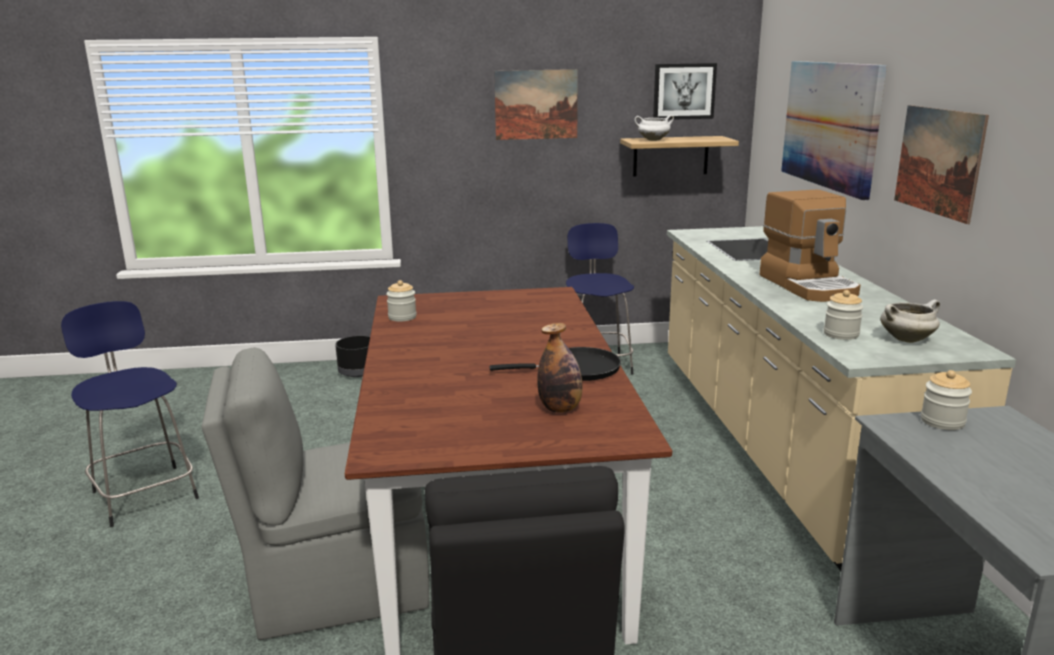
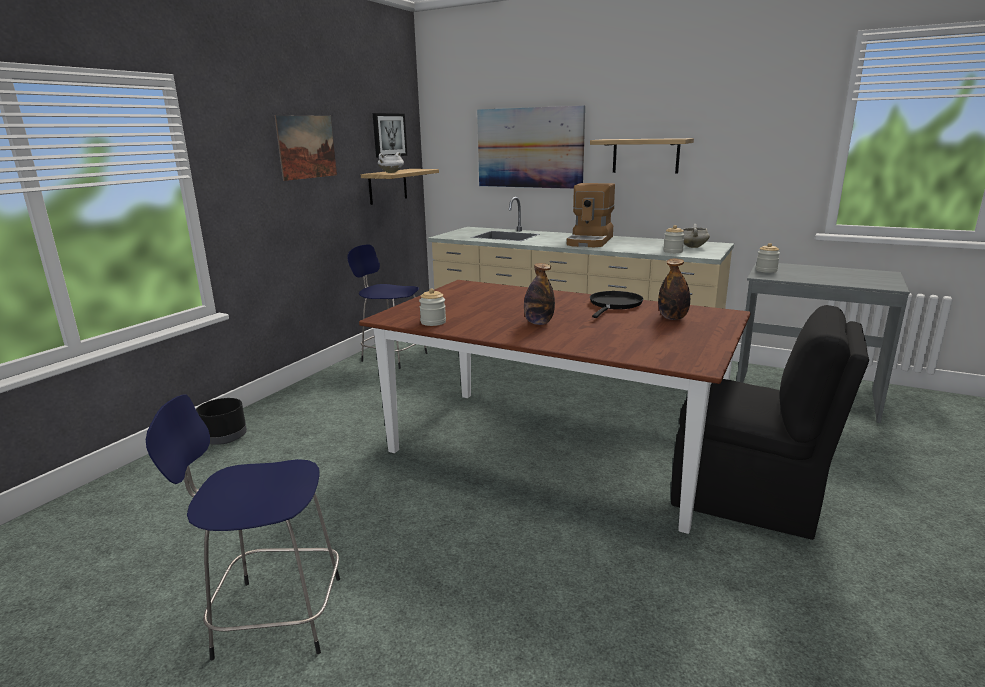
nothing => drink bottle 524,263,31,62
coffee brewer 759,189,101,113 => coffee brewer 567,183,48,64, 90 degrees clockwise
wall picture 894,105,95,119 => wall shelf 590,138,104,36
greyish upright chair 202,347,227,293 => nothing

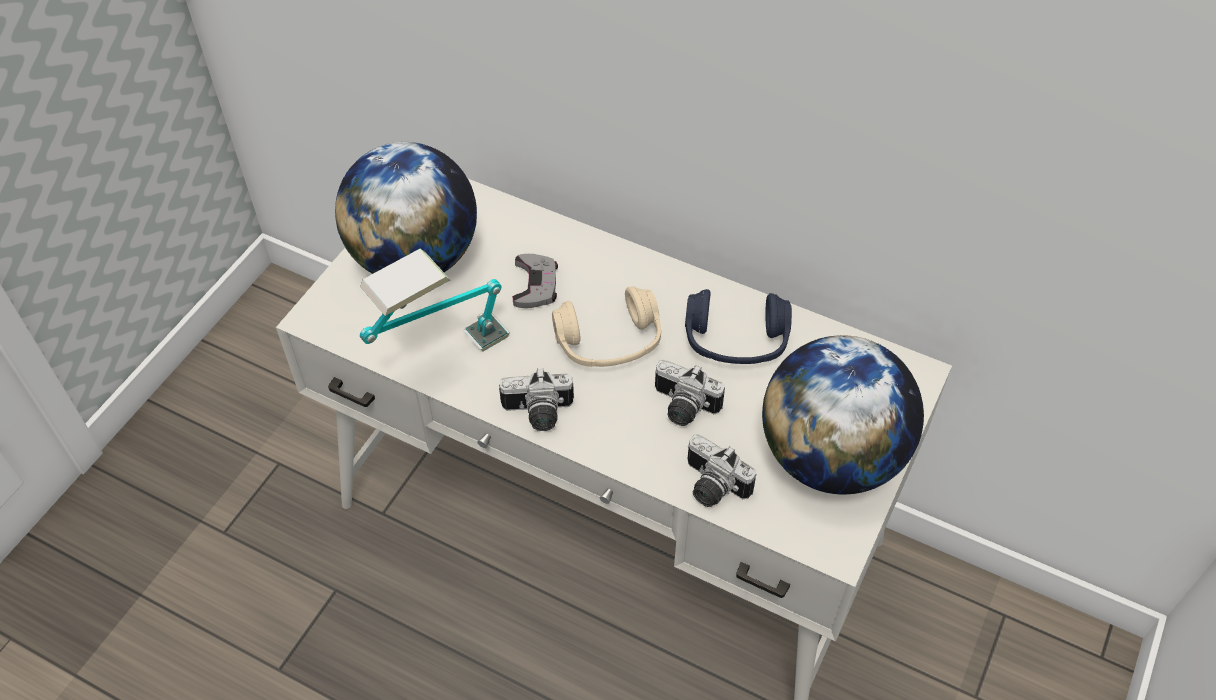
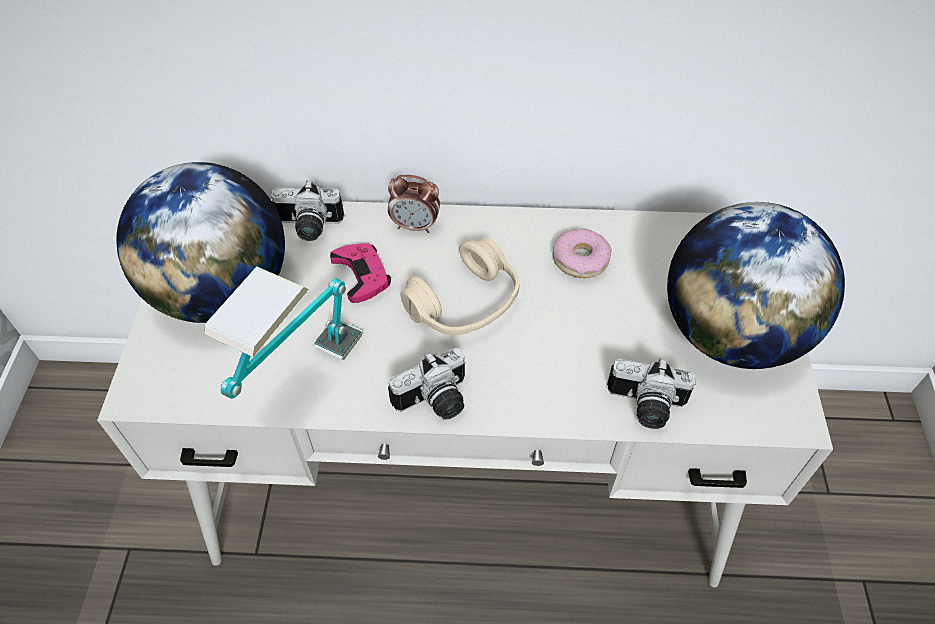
still camera 655,359,70,67 => still camera 271,180,73,61, relocated
greyish joypad 512,254,46,54 => pink-coloured joypad 330,243,61,60
nothing => alarm clock 388,175,52,58
blue headphones 685,289,107,75 => doughnut 553,228,59,50

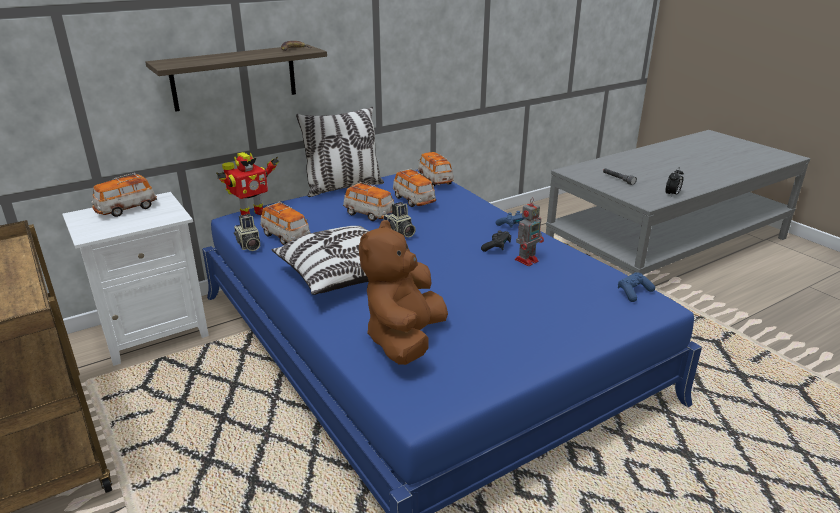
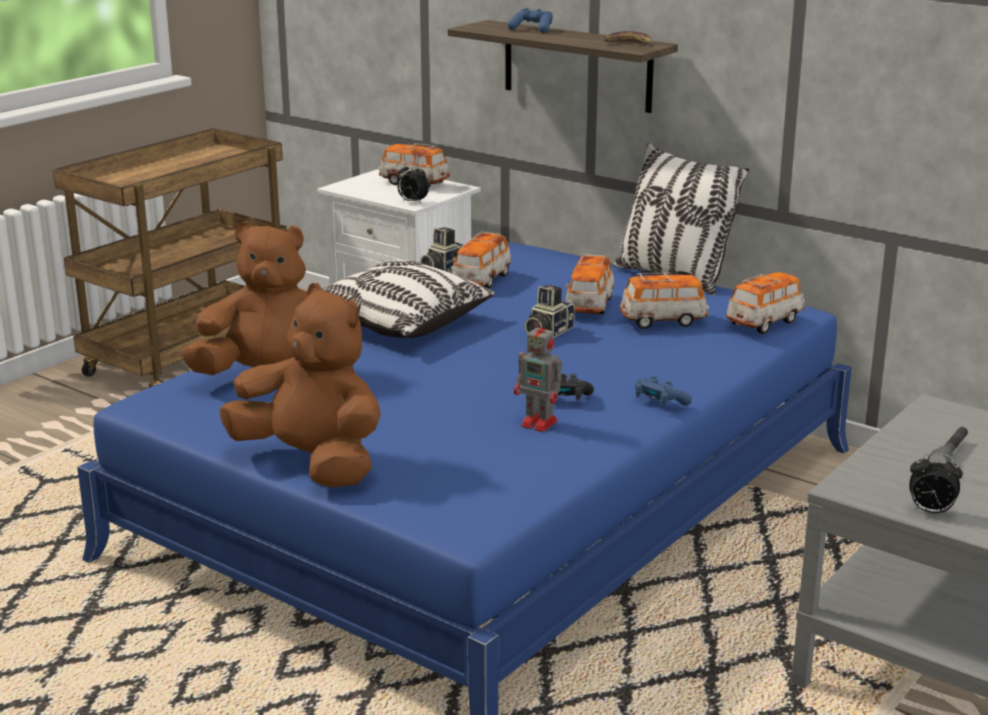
nothing => brownish soft toy 220,283,161,205
nothing => alarm clock 397,162,32,42
blue joypad 618,273,37,29 => blue joypad 507,8,46,25, relocated
toy car 393,168,43,39 => toy car 620,273,89,56, 135 degrees counterclockwise
model robot 216,152,63,63 => nothing

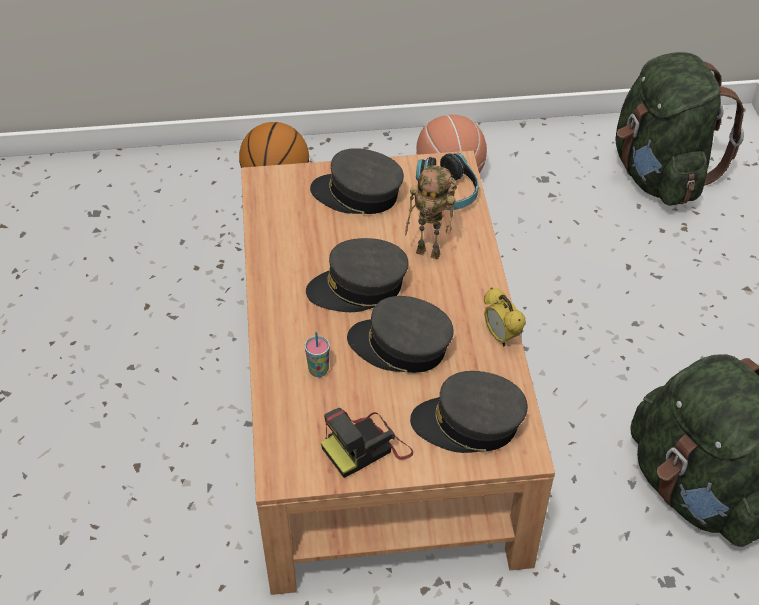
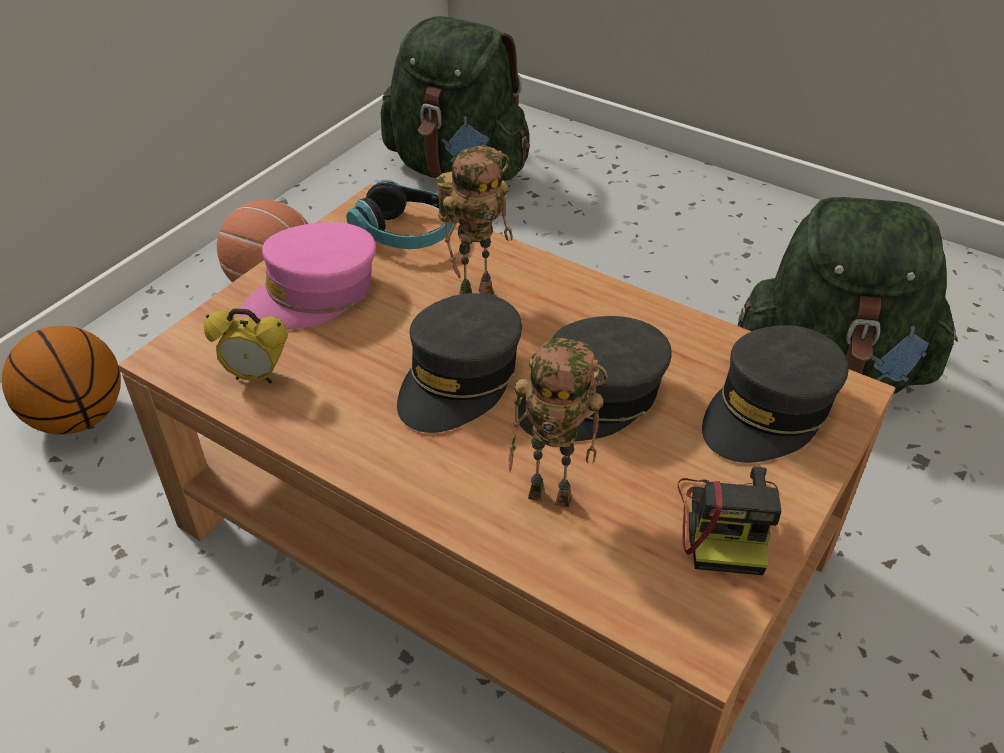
alarm clock 484,287,42,60 => alarm clock 204,308,84,76, relocated
greyish cap 310,148,94,66 => pink-coloured cap 239,222,137,108
cup 305,331,25,46 => model robot 508,338,100,170

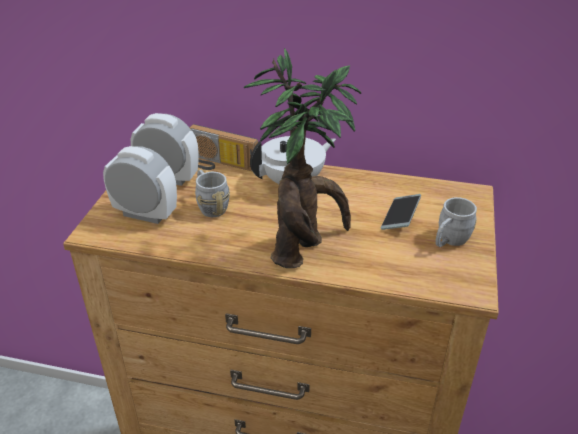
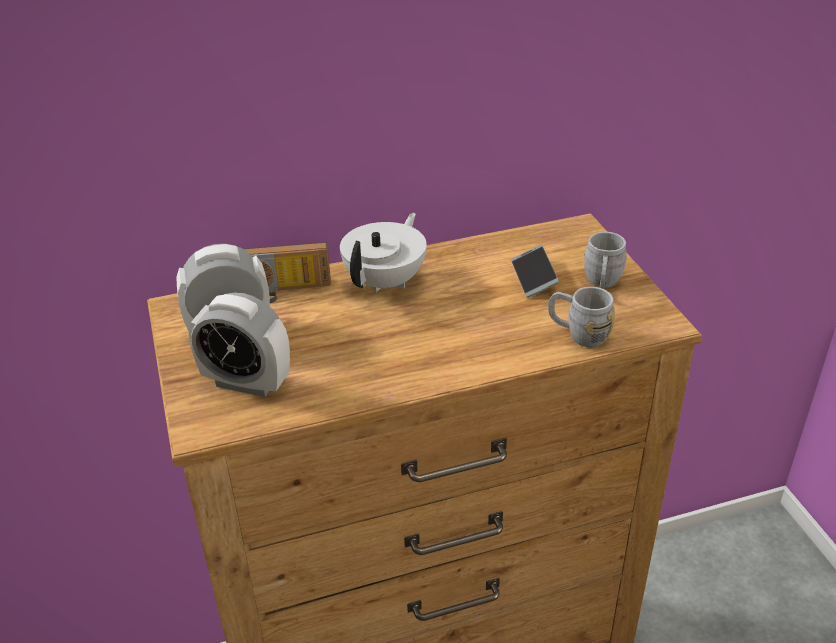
alarm clock 103,146,74,78 => alarm clock 189,292,101,105, 150 degrees counterclockwise
greyish mug 195,170,35,47 => greyish mug 548,287,67,60, relocated
houseplant 244,48,117,220 => nothing

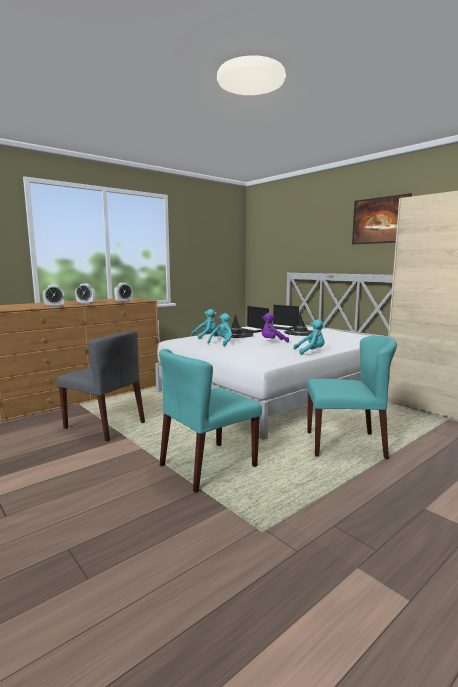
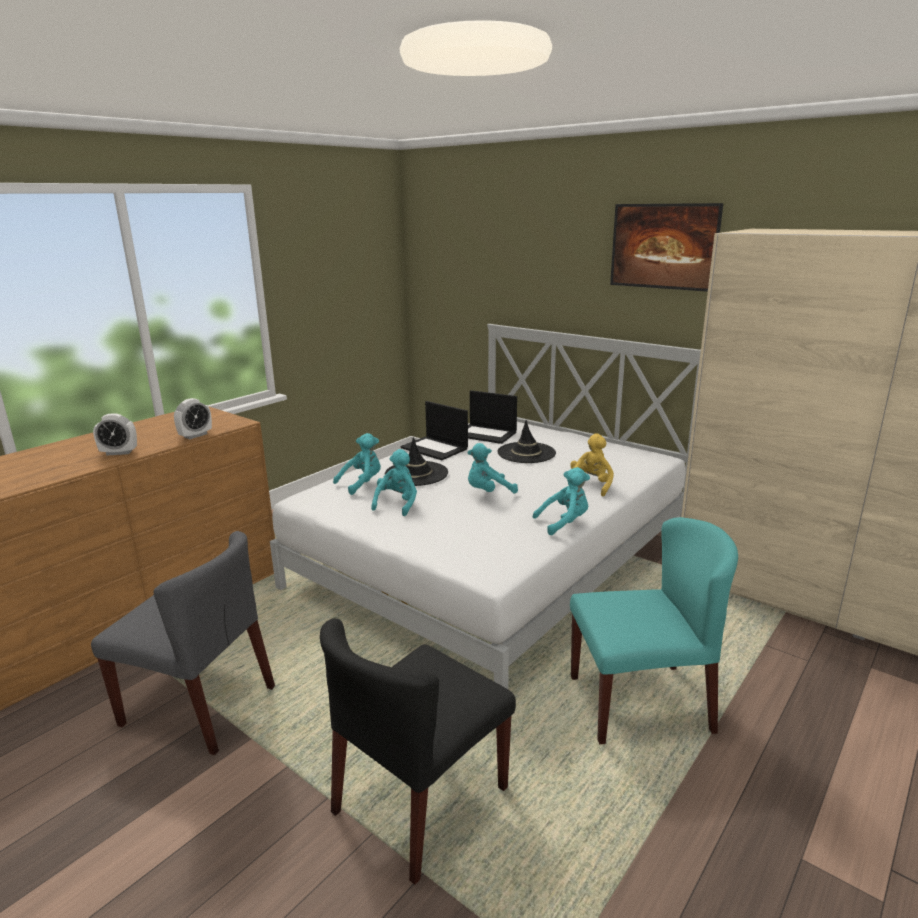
turquoise-coloured upright chair 159,349,103,144 => black upright chair 320,618,196,267
purple soft toy 262,313,27,29 => turquoise-coloured soft toy 468,443,50,51
nothing => yellow-coloured soft toy 570,433,44,63
alarm clock 43,285,21,22 => nothing

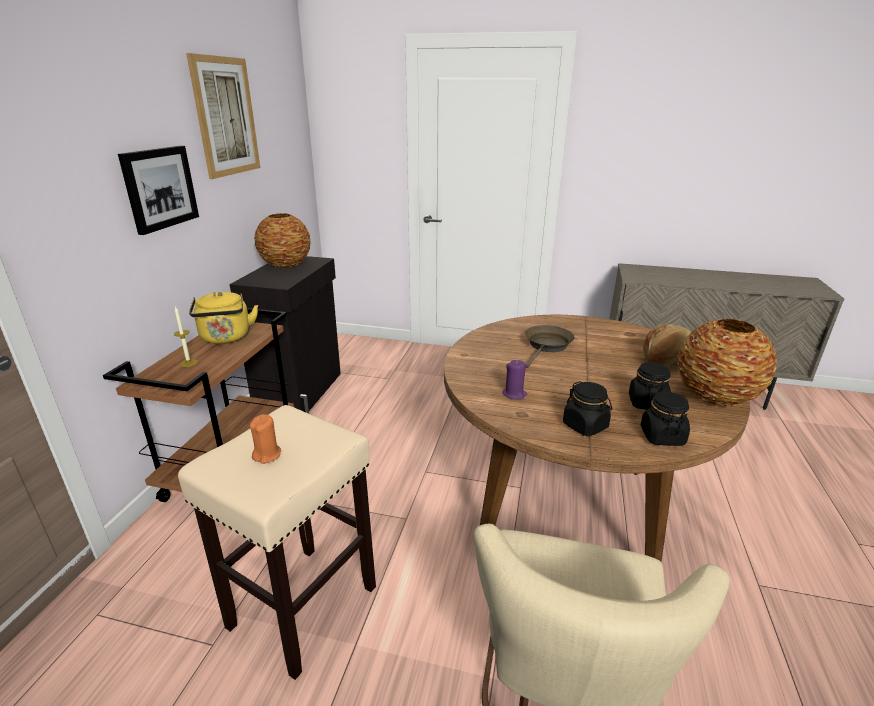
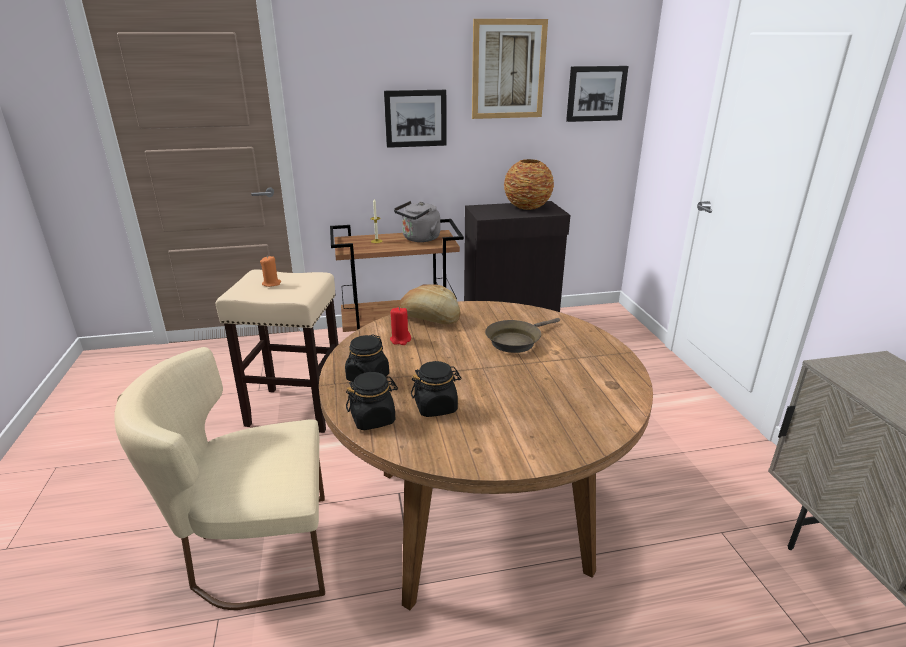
purple candle 502,360,25,40 => reddish candle 390,307,21,38
yellow-coloured tea kettle 189,292,69,52 => greyish tea kettle 394,201,46,41
bread 643,324,48,42 => bread 399,284,62,40, relocated
brownish skillet 525,325,50,43 => brownish skillet 485,318,75,35, 135 degrees clockwise
nothing => wall picture 566,66,62,56
decorative vase 677,318,100,88 => nothing

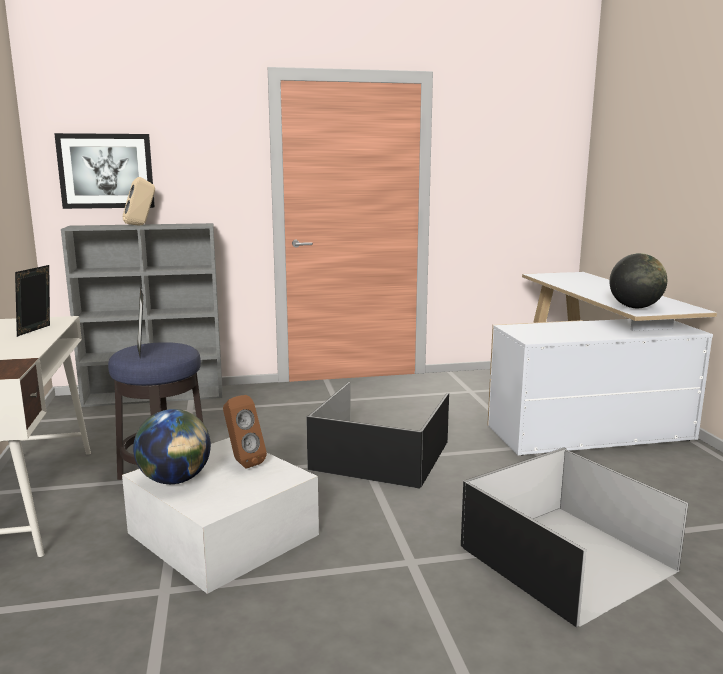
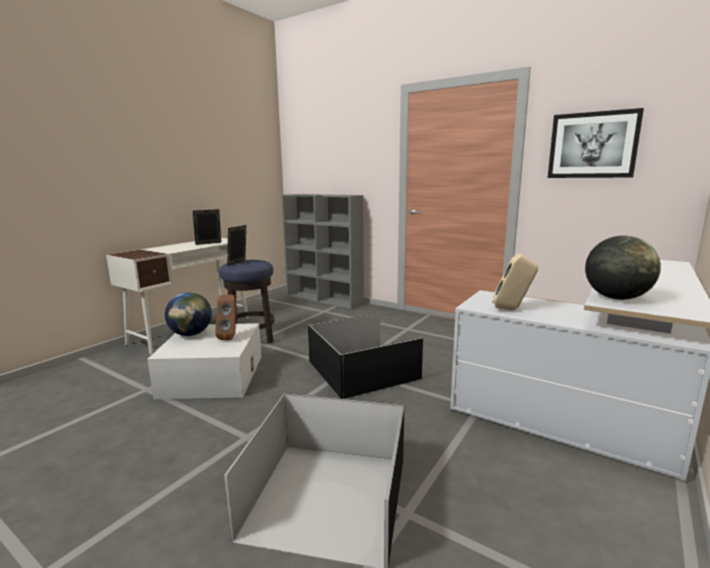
beige-coloured speaker 123,177,32,49 => beige-coloured speaker 492,254,46,56, relocated
wall picture 54,133,101,76 => wall picture 548,108,96,70, relocated

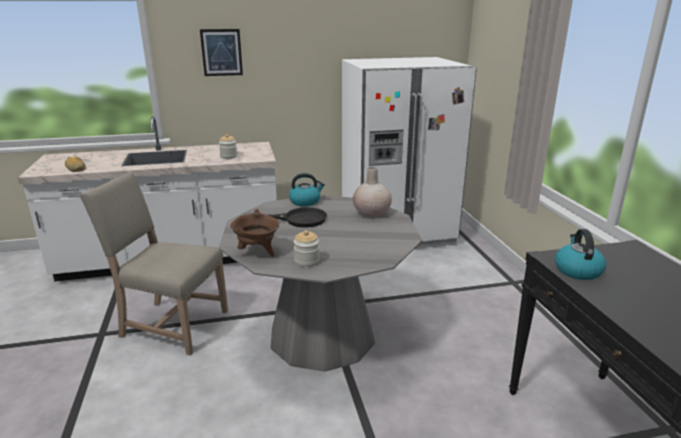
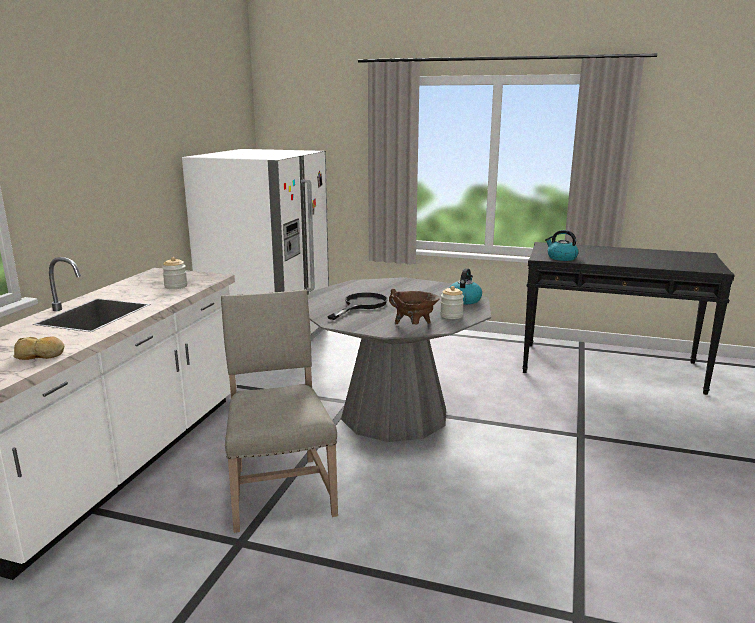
beige-coloured upright chair 80,171,148,184 => beige-coloured upright chair 221,290,117,243, 120 degrees clockwise
tea kettle 289,173,36,33 => tea kettle 449,268,33,36, relocated
wall picture 200,29,43,47 => nothing
beige-coloured decorative vase 353,167,39,51 => nothing

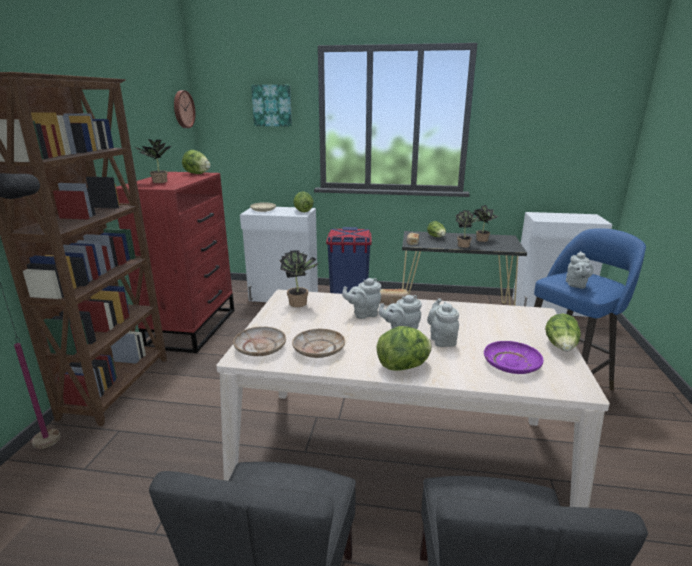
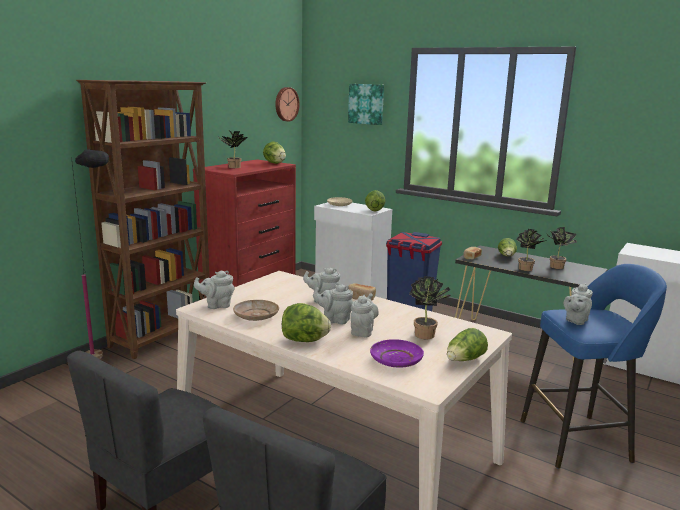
beige-coloured plate 233,326,53,30 => greyish tea pot 194,271,40,38
houseplant 280,250,40,57 => houseplant 409,276,42,64, relocated

